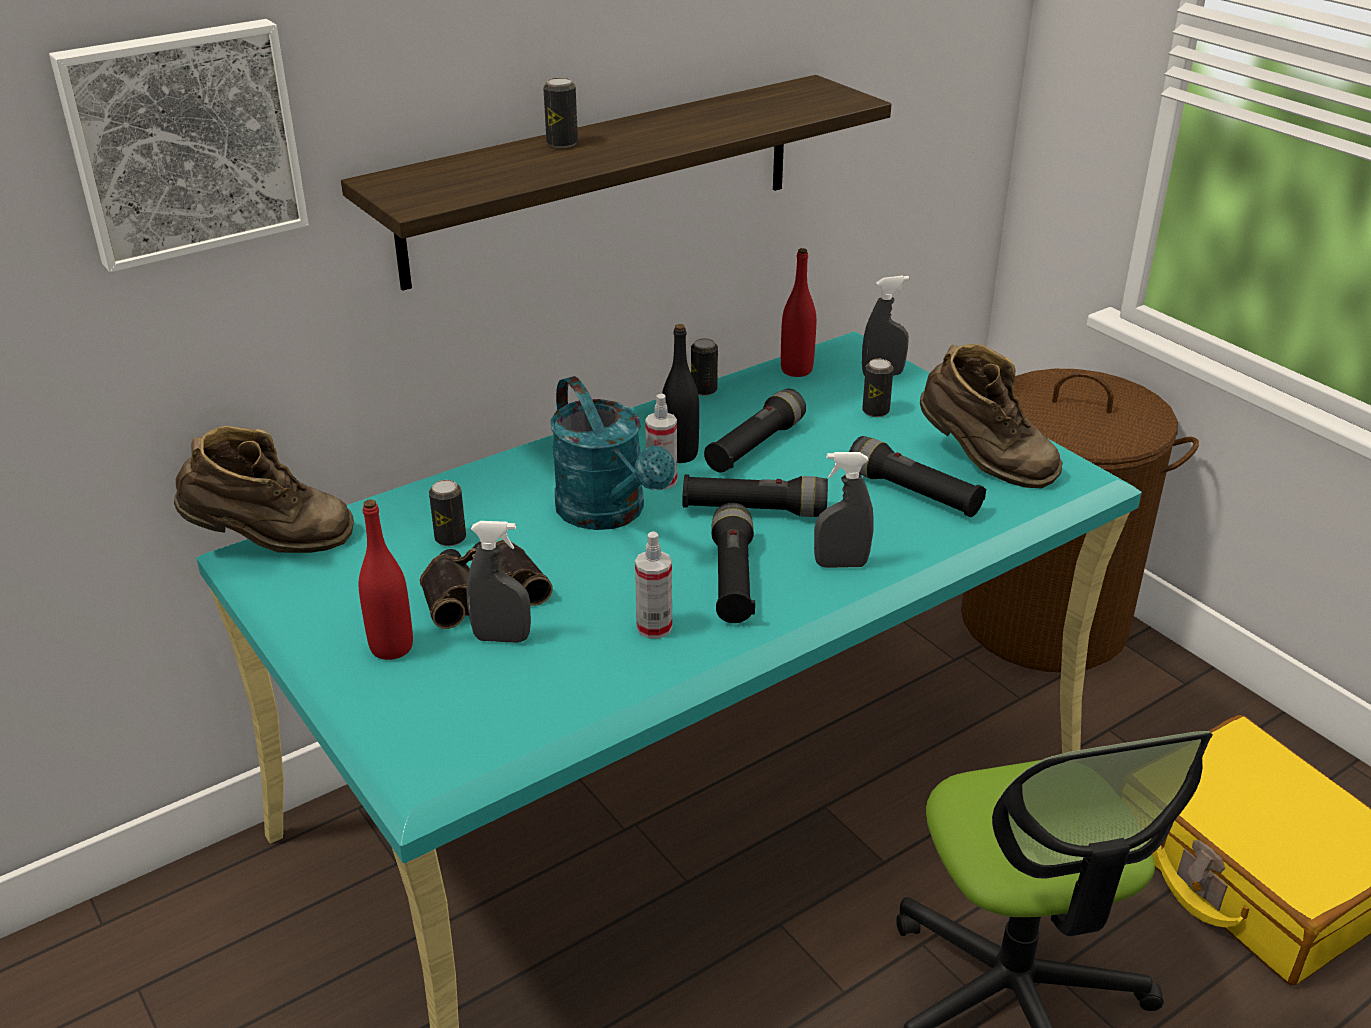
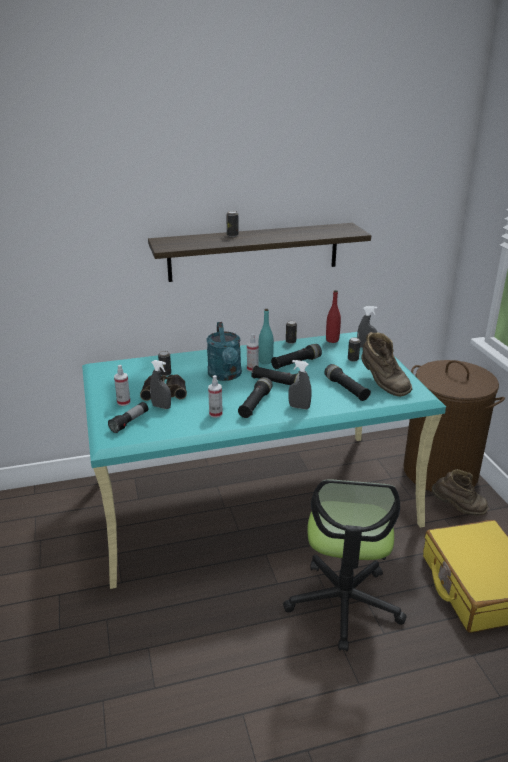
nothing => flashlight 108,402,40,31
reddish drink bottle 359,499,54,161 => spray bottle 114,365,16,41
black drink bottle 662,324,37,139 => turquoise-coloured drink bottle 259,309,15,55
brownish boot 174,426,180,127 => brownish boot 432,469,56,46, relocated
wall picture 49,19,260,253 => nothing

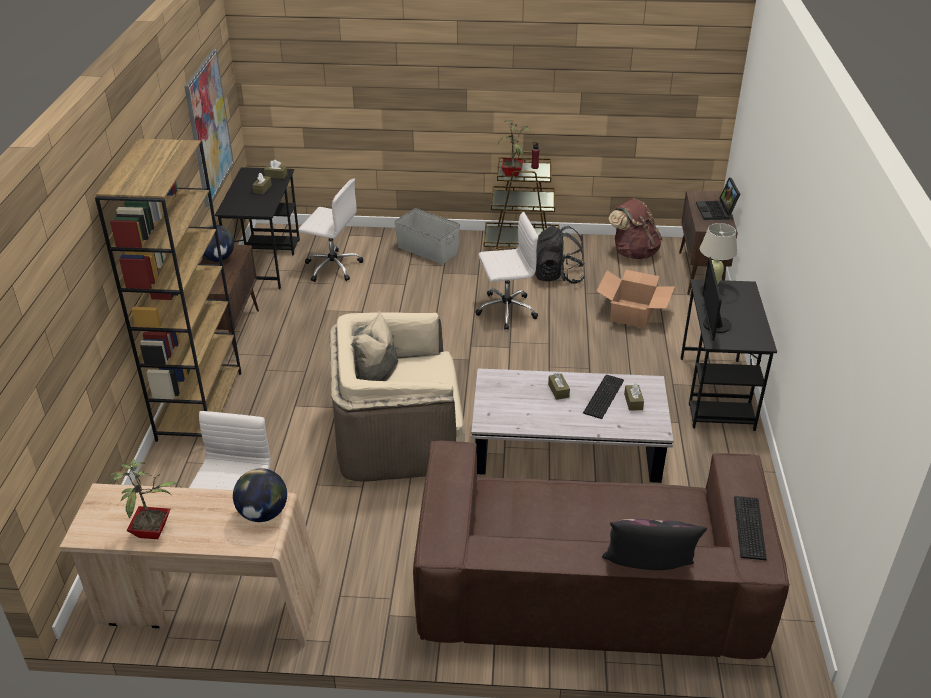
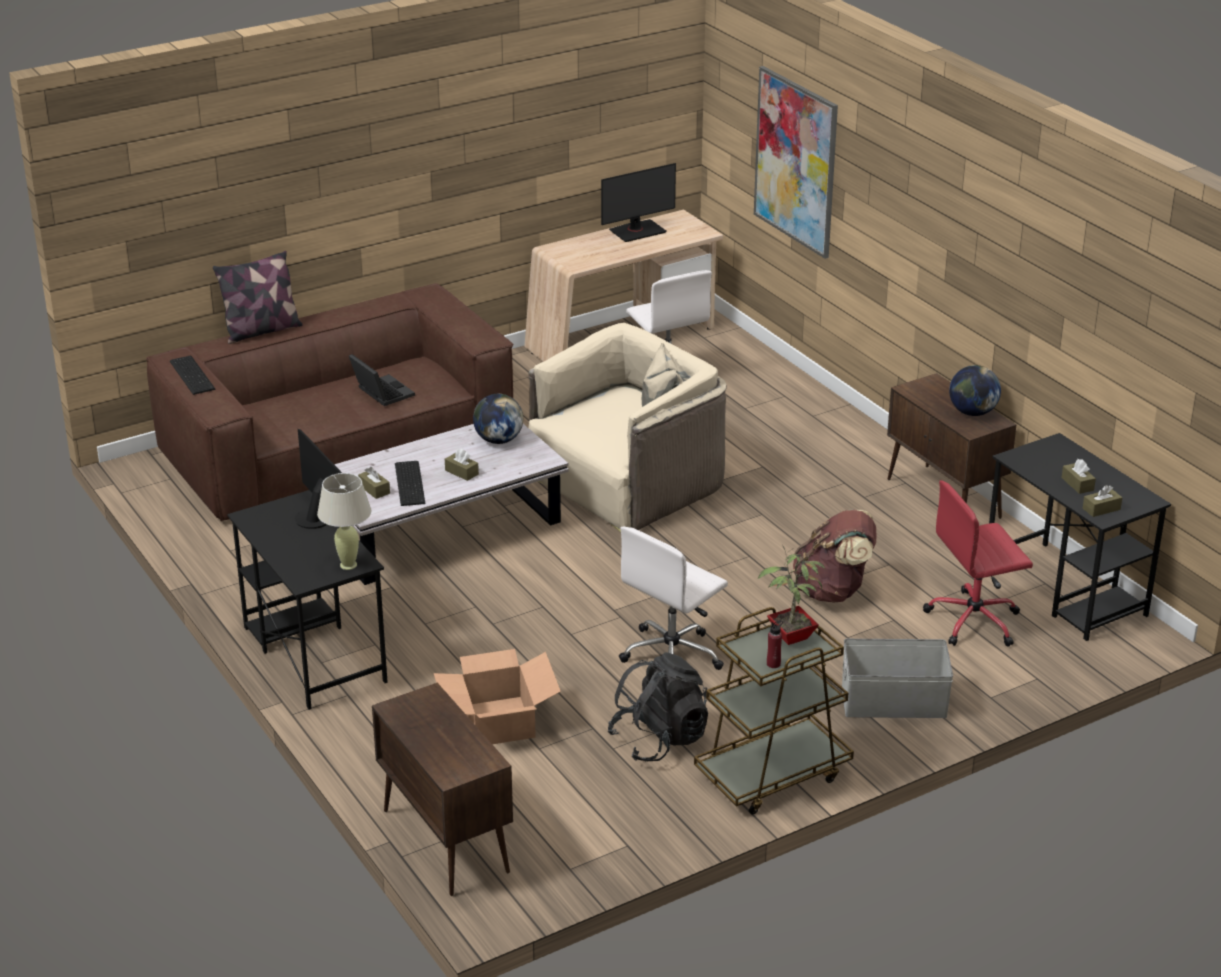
portable computer 696,178,44,42 => portable computer 349,354,66,52, relocated
desk globe 233,468,54,54 => desk globe 473,394,50,50, relocated
houseplant 108,459,73,80 => monitor 601,163,75,79
wall picture 184,49,50,158 => wall picture 754,66,84,193, relocated
brownish knapsack 608,199,55,60 => brownish knapsack 793,509,83,94, relocated
white-coloured computer chair 298,179,65,103 => reddish computer chair 923,480,110,167
brownish bookcase 95,139,146,303 => nothing

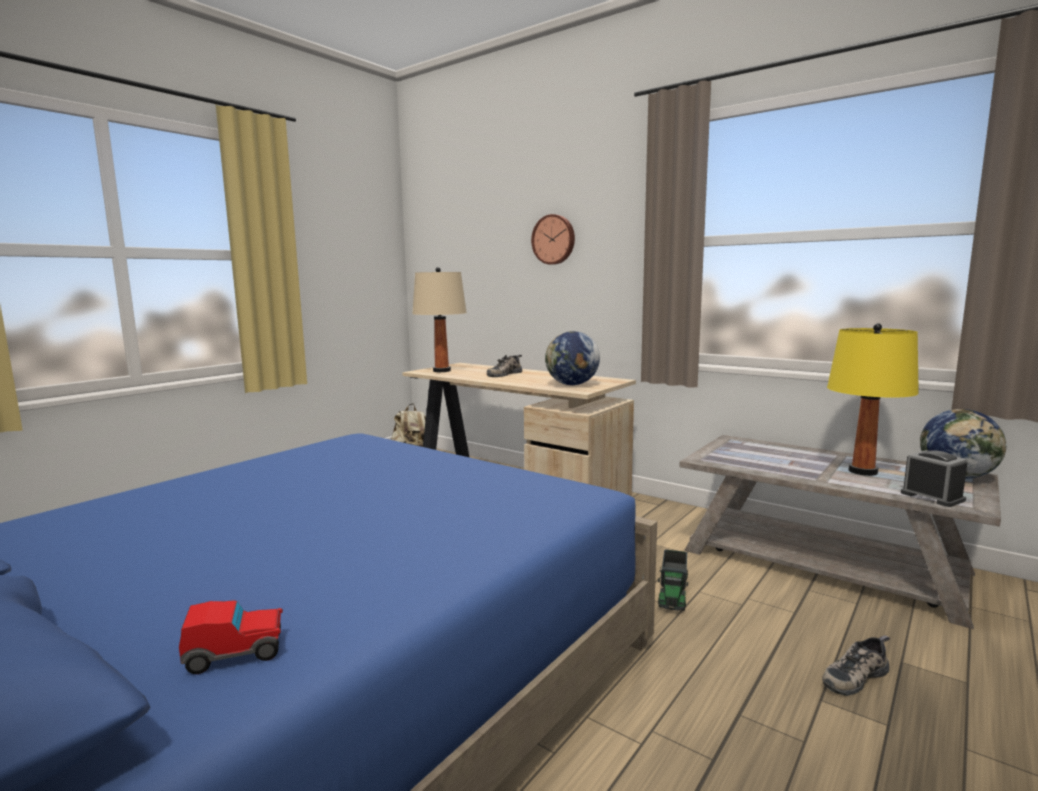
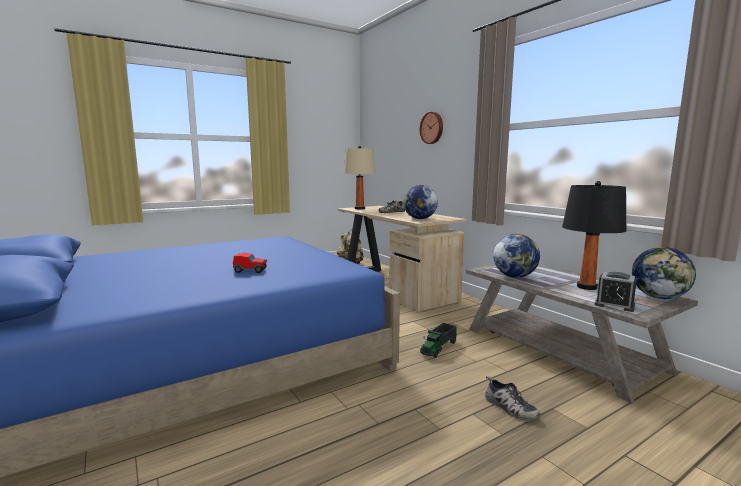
toy car 179,600,104,74 => toy car 233,253,34,20, relocated
low shoe 822,635,68,61 => low shoe 485,376,56,46, 120 degrees counterclockwise
nothing => desk globe 493,234,47,44
yellow-coloured tabletop lamp 827,323,92,153 => black tabletop lamp 562,181,64,109
alarm clock 901,450,66,57 => alarm clock 595,272,42,40, 135 degrees clockwise

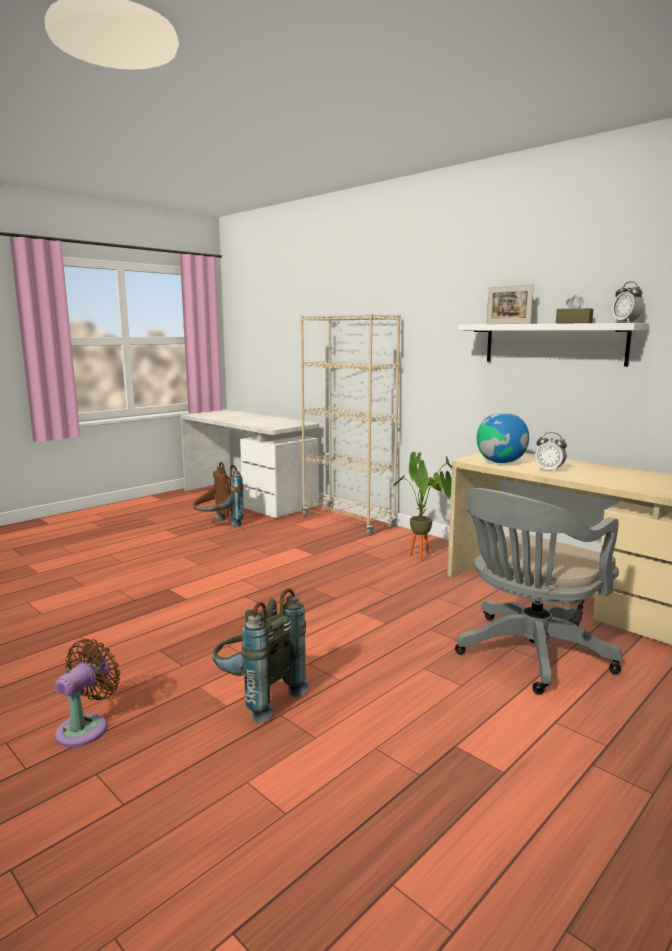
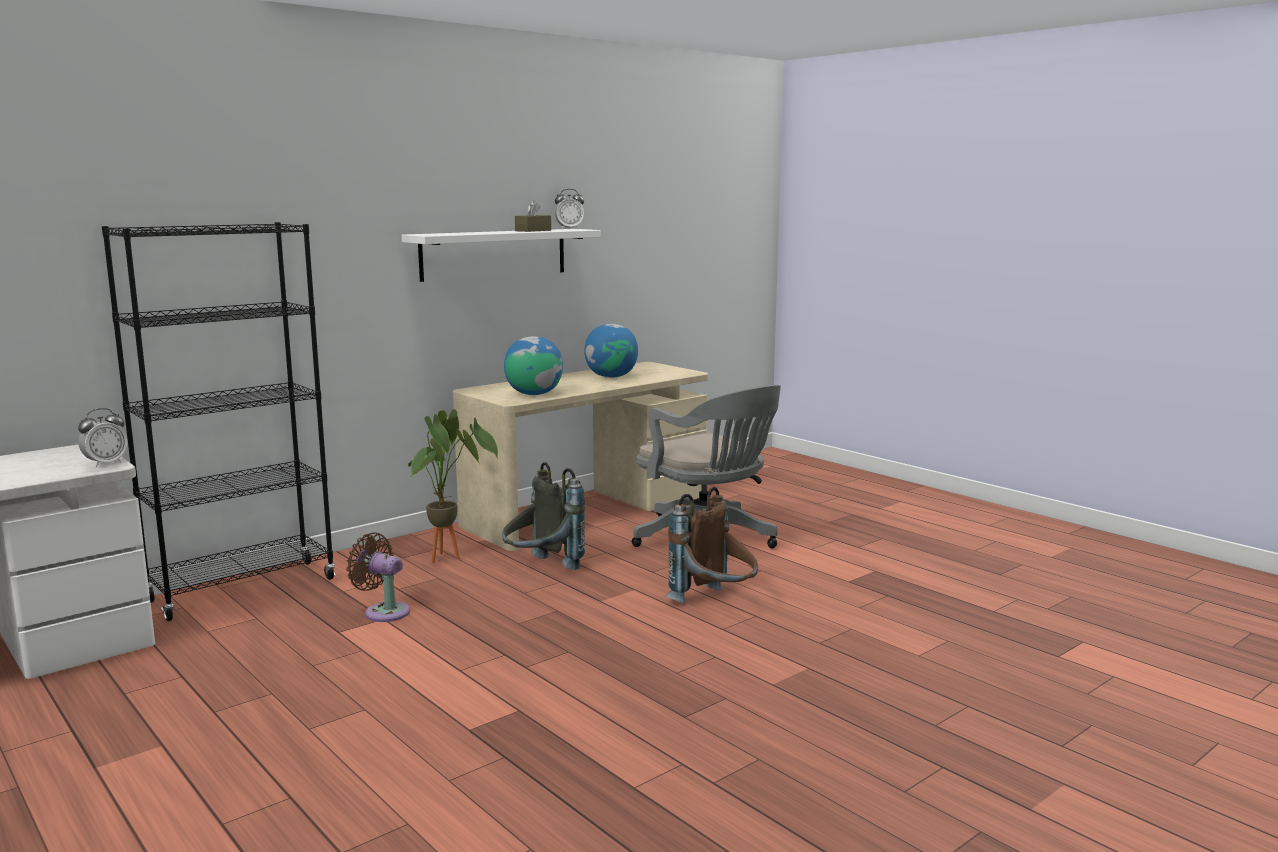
alarm clock 535,432,32,41 => alarm clock 78,408,50,59, relocated
beige-coloured bookcase 300,314,101,222 => black bookcase 102,222,233,399
brownish fan 55,639,65,108 => brownish fan 346,532,64,90, relocated
greyish knapsack 212,588,97,135 => greyish knapsack 502,462,83,108, relocated
nothing => desk globe 584,324,54,54
brownish knapsack 193,462,51,65 => brownish knapsack 665,487,93,116, relocated
photo frame 487,285,47,39 => nothing

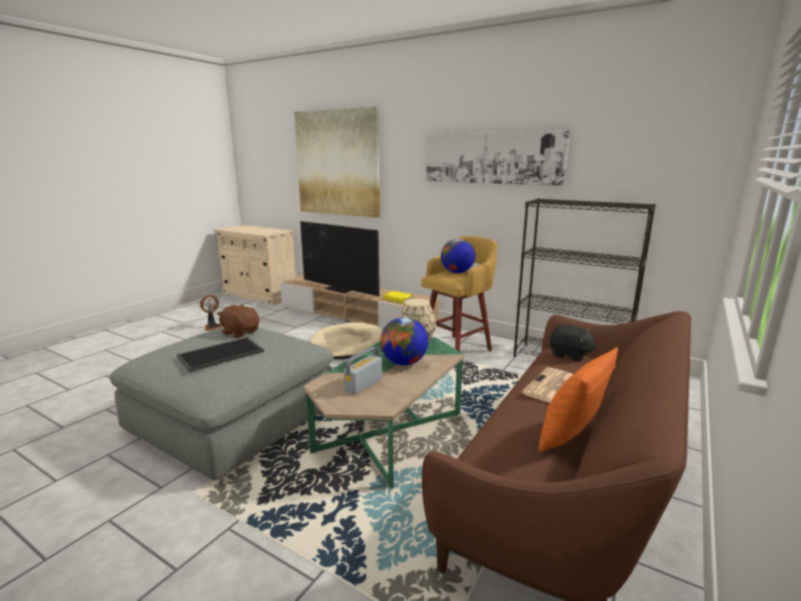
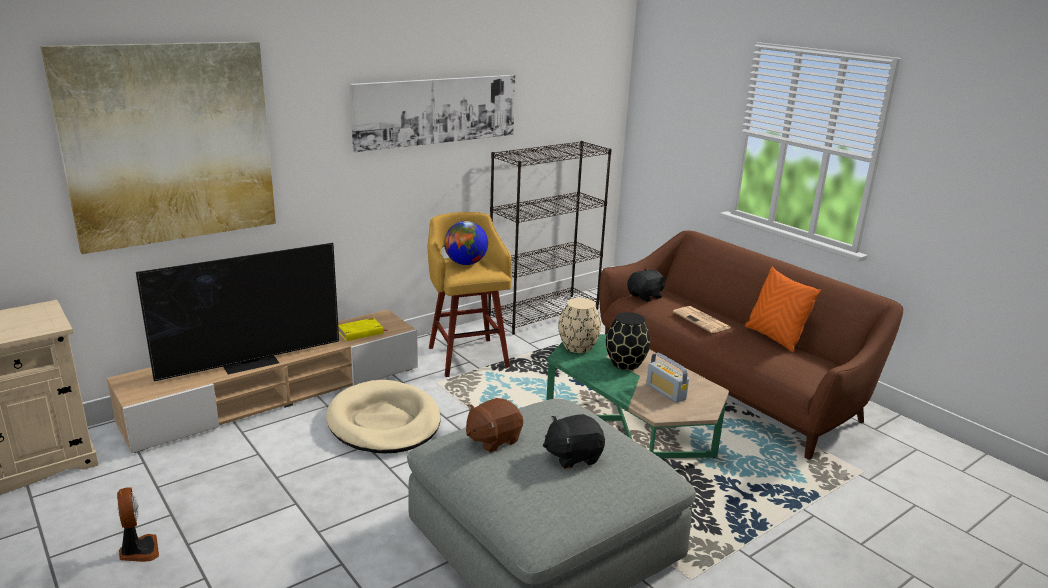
serving tray 177,337,87,35 => black soft toy 543,414,62,55
desk globe 380,317,48,48 => black decorative vase 606,312,45,58

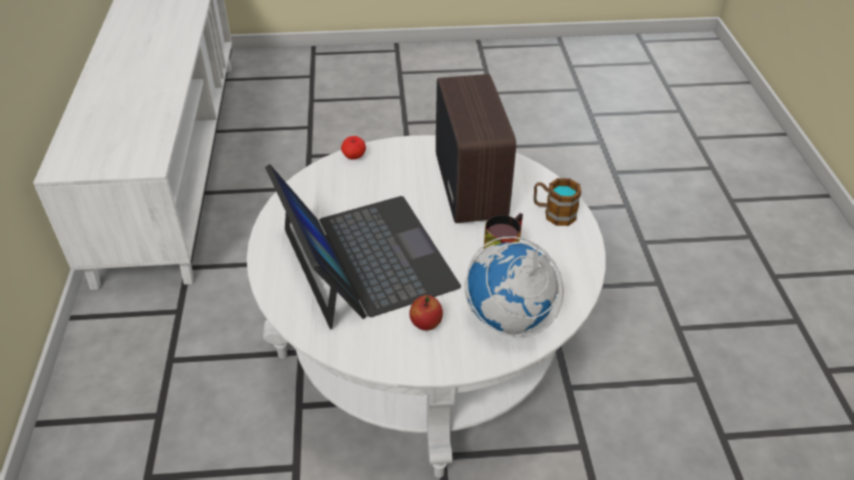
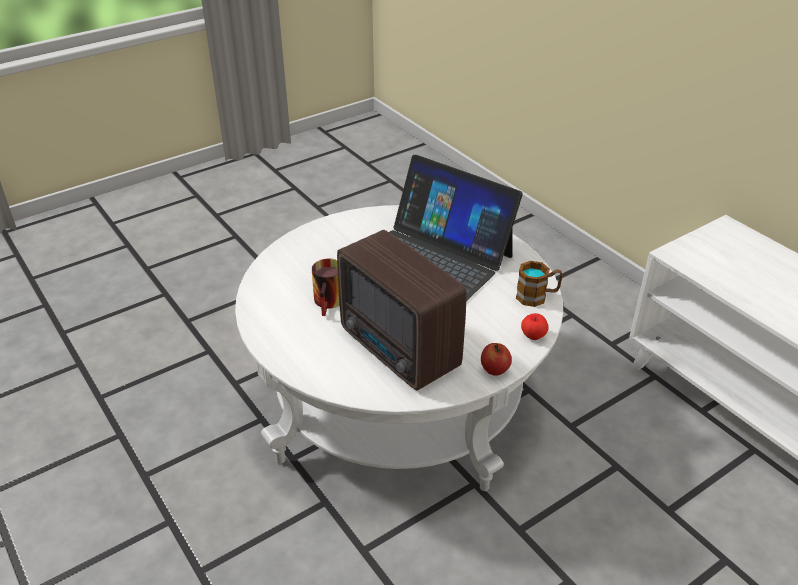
apple fruit 409,295,34,36 => apple fruit 481,343,31,33, relocated
mug 533,178,48,48 => mug 516,261,47,46, relocated
desk globe 465,237,99,100 => nothing

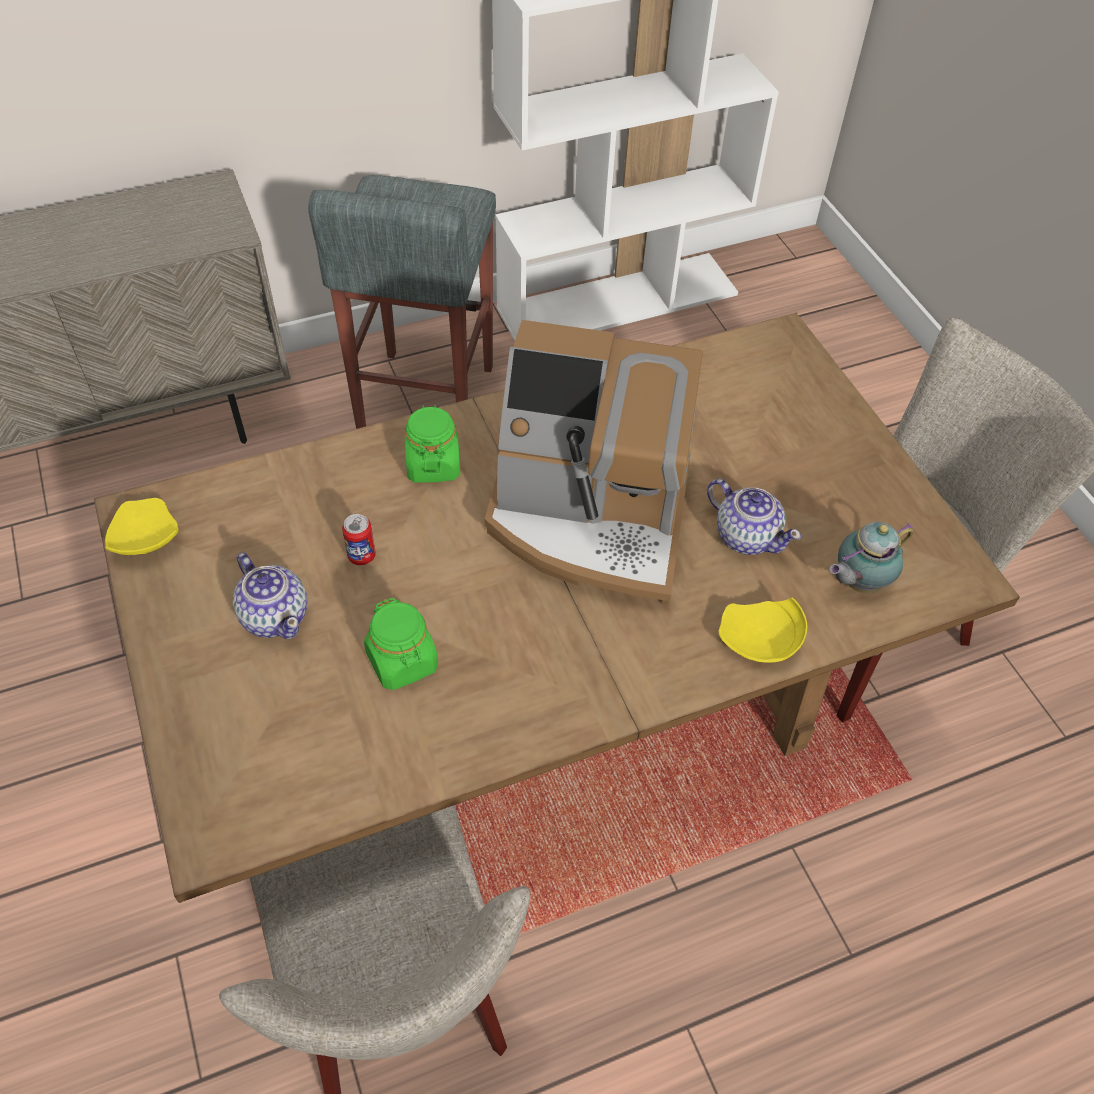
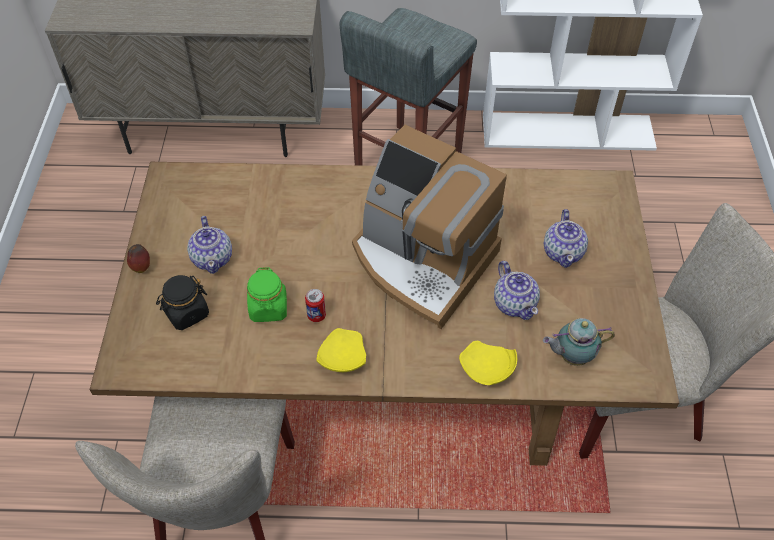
nothing => apple fruit 127,244,23,29
nothing => black preserve jar 156,275,53,55
sealed can 342,514,34,51 => sealed can 305,289,21,33, relocated
yellow-coloured plate 105,498,74,57 => yellow-coloured plate 316,328,50,44, relocated
nothing => tea pot 544,209,44,59
green preserve jar 405,405,55,78 => nothing

